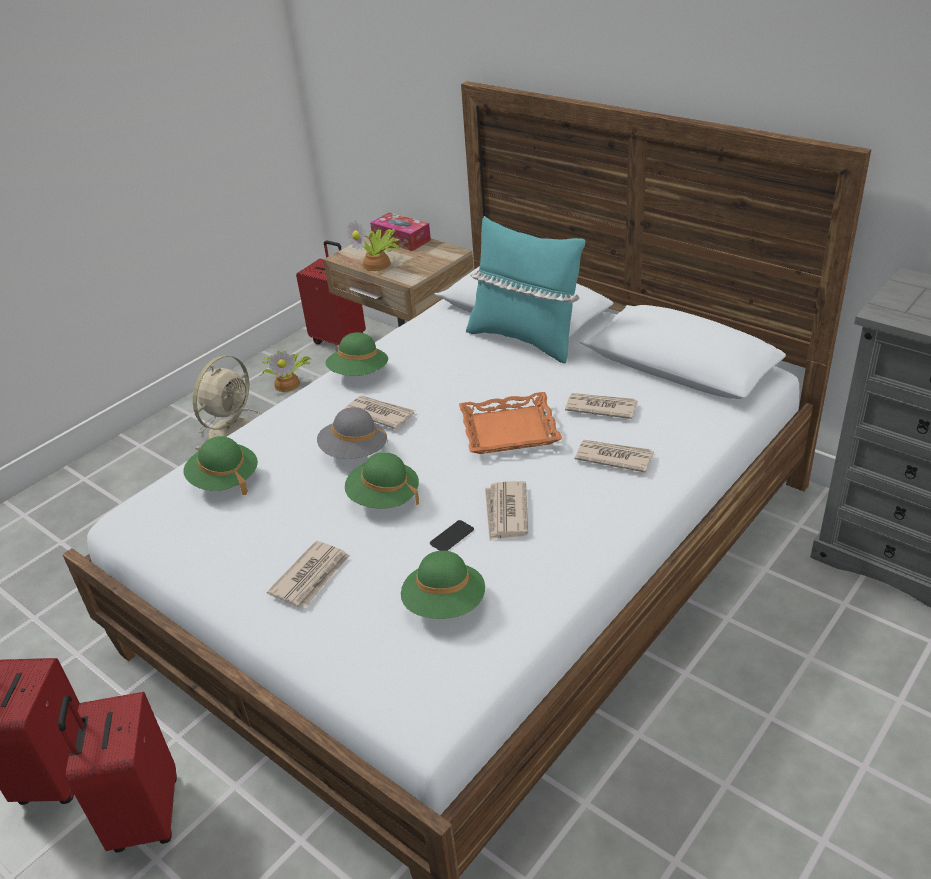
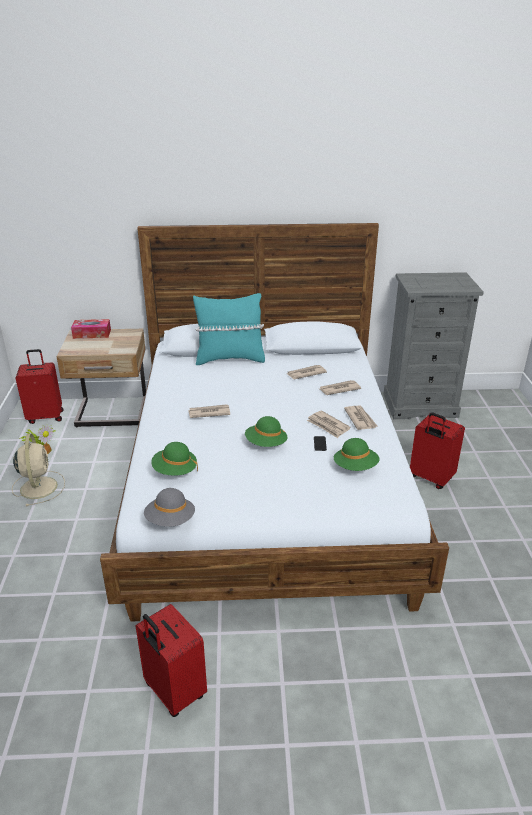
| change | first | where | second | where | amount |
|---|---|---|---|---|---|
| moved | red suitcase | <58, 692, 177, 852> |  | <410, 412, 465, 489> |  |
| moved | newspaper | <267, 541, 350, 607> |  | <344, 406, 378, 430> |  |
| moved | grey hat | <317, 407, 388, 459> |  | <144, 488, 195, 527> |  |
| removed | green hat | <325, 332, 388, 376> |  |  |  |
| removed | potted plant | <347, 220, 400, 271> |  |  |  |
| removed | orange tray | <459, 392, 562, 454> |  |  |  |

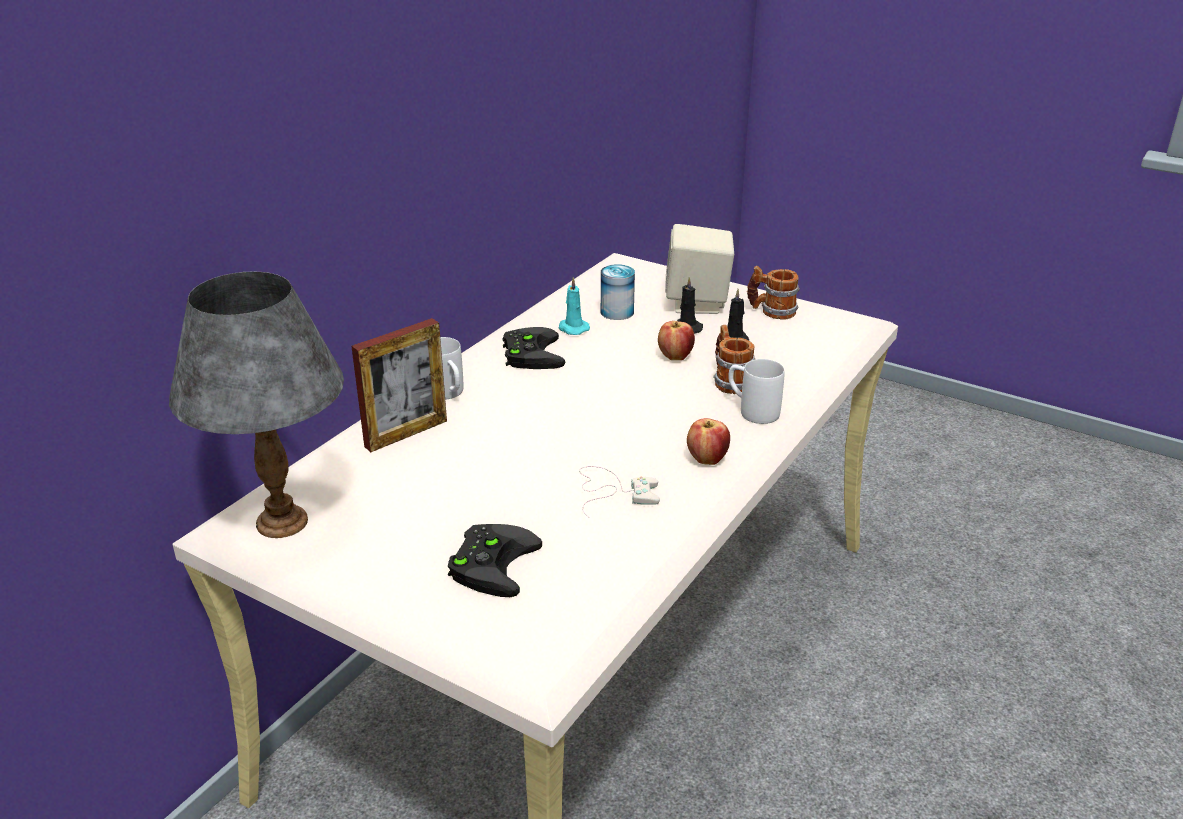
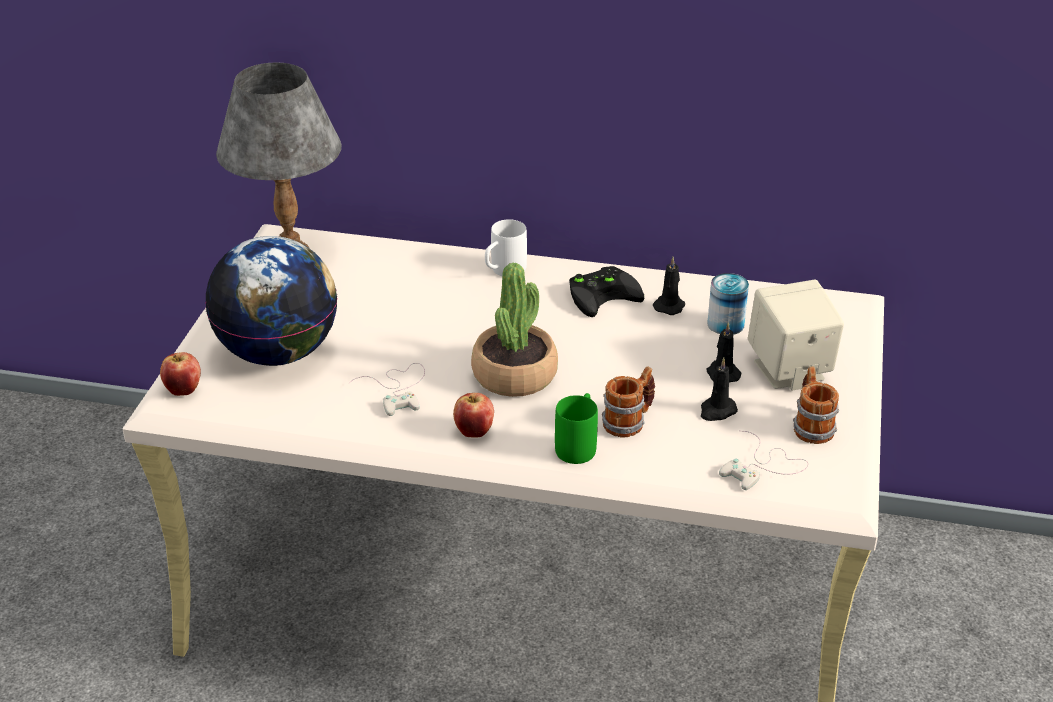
| change | first | where | second | where | amount |
|---|---|---|---|---|---|
| removed | picture frame | <351, 318, 447, 452> |  |  |  |
| replaced | black game controller | <448, 524, 542, 597> | globe | <206, 236, 338, 366> |  |
| recoloured | turquoise candle | <559, 277, 590, 335> | black candle | <653, 257, 685, 315> |  |
| moved | apple | <658, 321, 695, 360> |  | <160, 352, 201, 396> |  |
| recoloured | white mug | <728, 359, 785, 424> | green mug | <555, 393, 598, 464> |  |
| added |  |  | potted plant | <471, 263, 558, 397> |  |
| added |  |  | white game controller | <719, 431, 808, 490> |  |

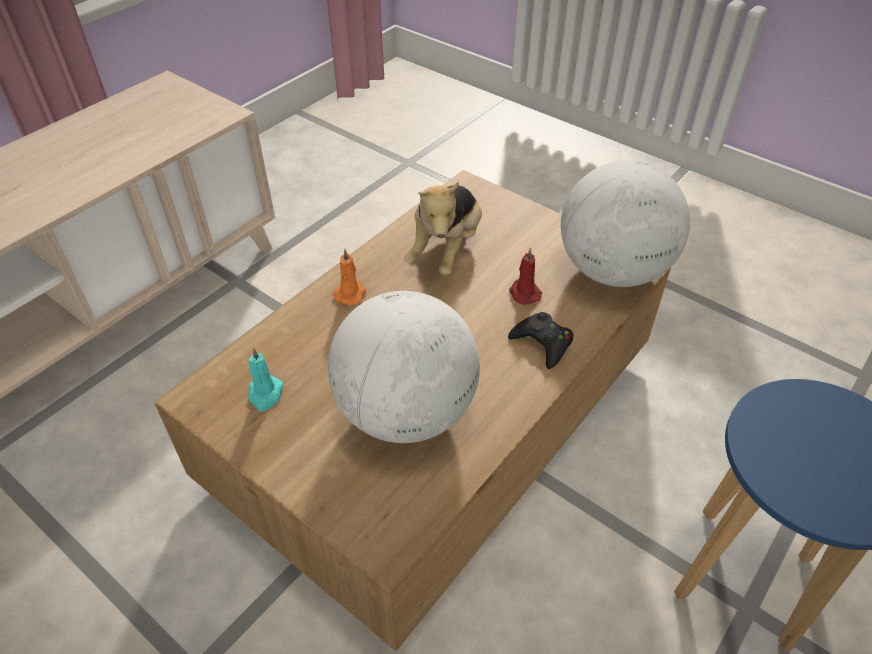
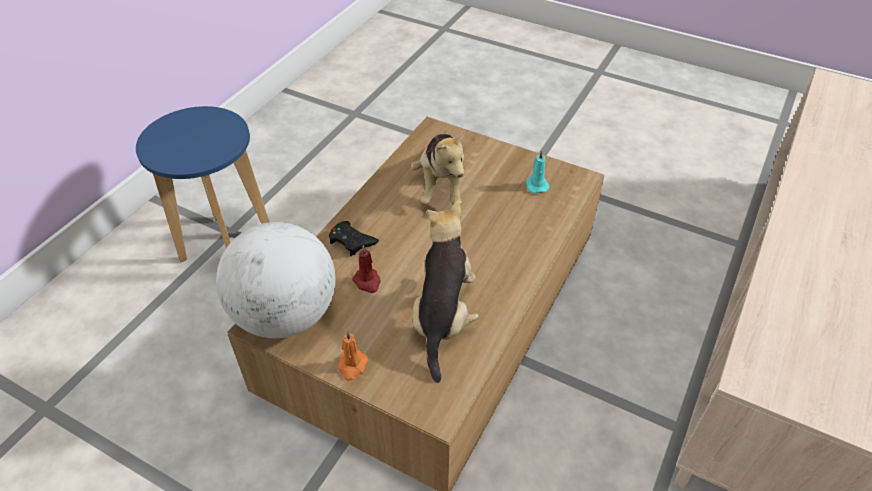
| change | first | where | second | where | amount |
|---|---|---|---|---|---|
| replaced | globe | <328, 291, 480, 443> | plush toy | <411, 132, 465, 205> |  |
| moved | orange candle | <333, 249, 366, 305> |  | <338, 330, 368, 381> |  |

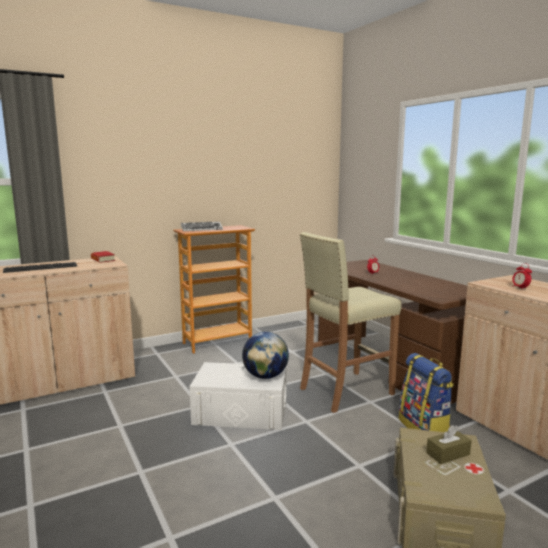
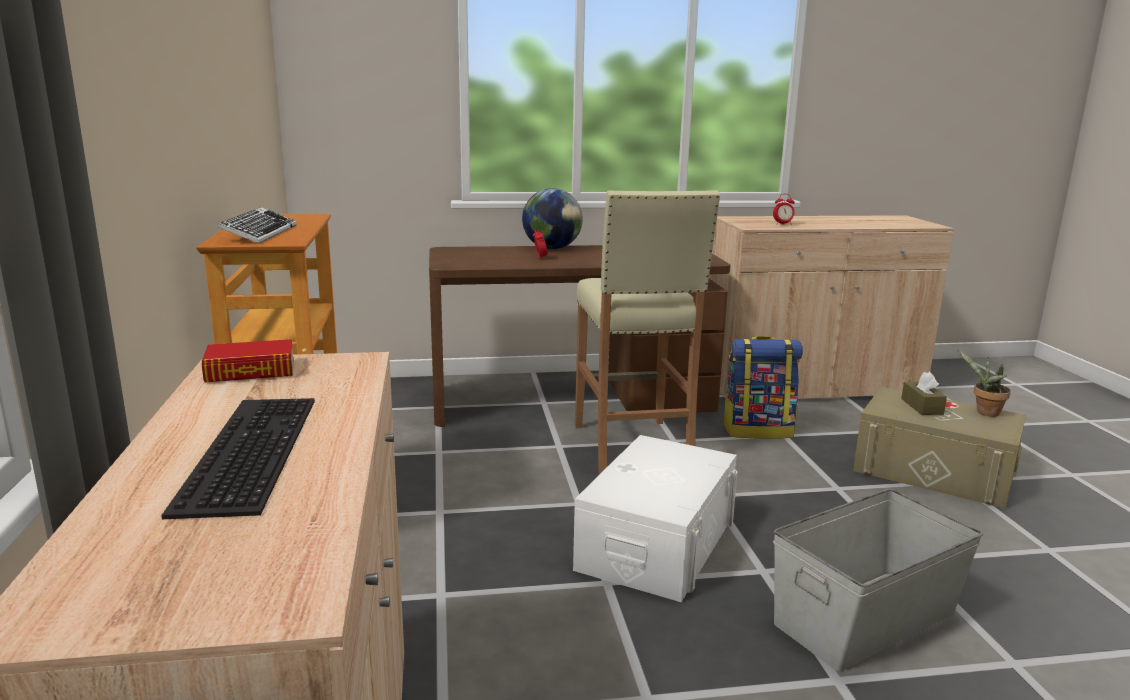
| change | first | where | second | where | amount |
|---|---|---|---|---|---|
| moved | globe | <242, 332, 289, 379> |  | <522, 188, 583, 249> |  |
| added |  |  | grey storage box | <773, 489, 983, 672> |  |
| added |  |  | potted plant | <957, 350, 1011, 417> |  |

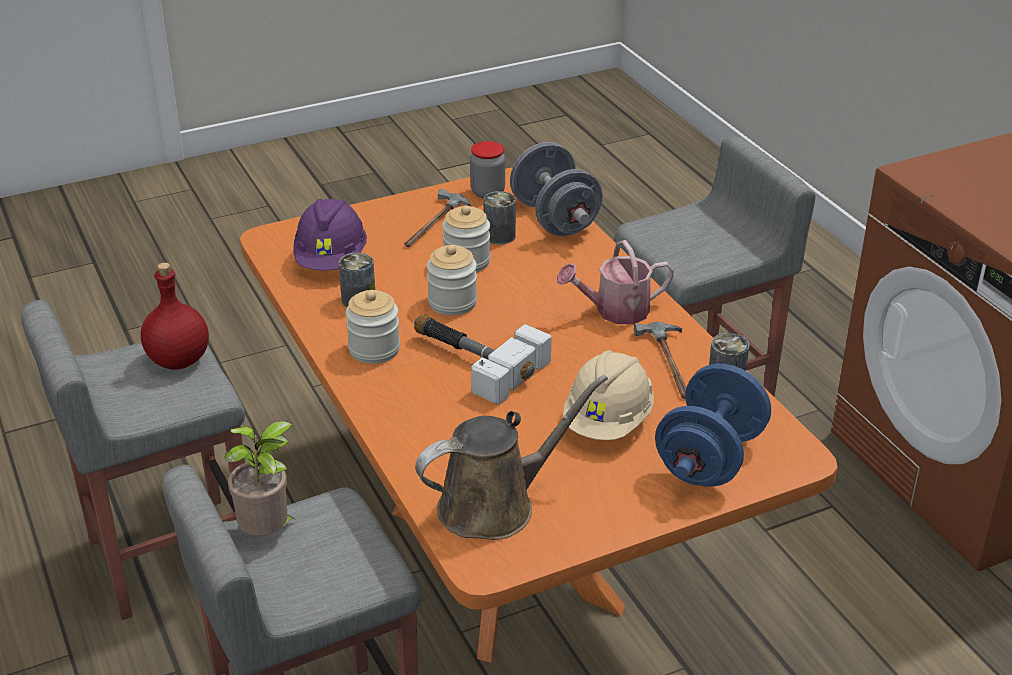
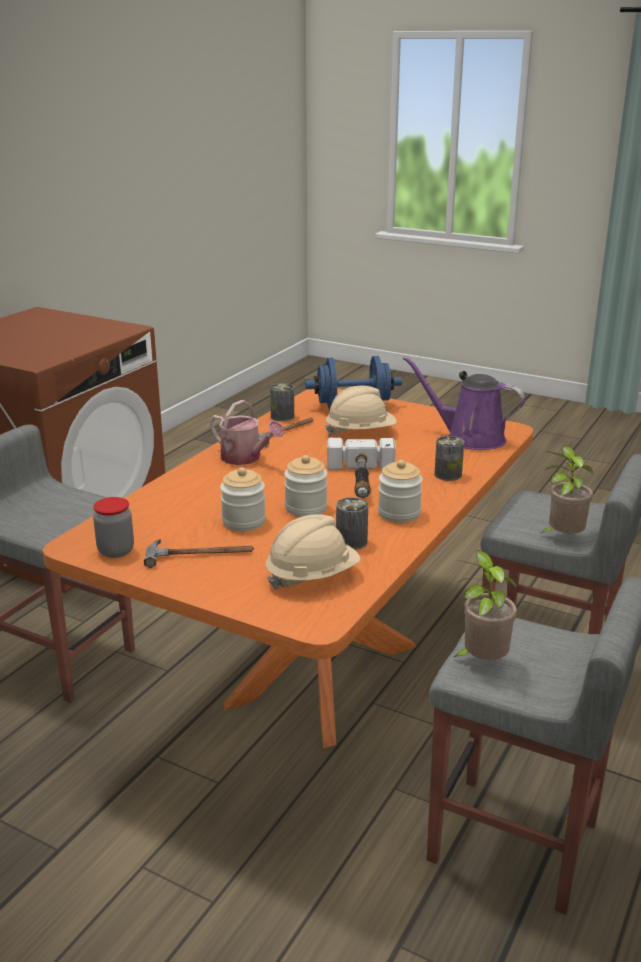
| change | first | where | second | where | amount |
|---|---|---|---|---|---|
| replaced | red bottle | <141, 263, 209, 370> | potted plant | <452, 550, 517, 660> |  |
| recoloured | purple hard hat | <293, 198, 367, 270> | beige hard hat | <266, 514, 361, 590> |  |
| recoloured | brown watering can | <415, 375, 608, 540> | purple watering can | <403, 357, 525, 450> |  |
| moved | can | <483, 191, 516, 245> |  | <434, 436, 464, 481> |  |
| removed | grey dumbbell | <510, 142, 603, 236> |  |  |  |

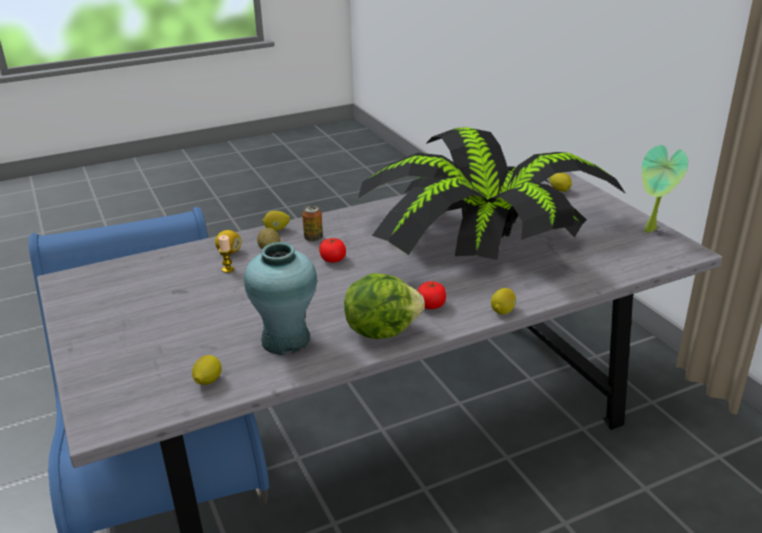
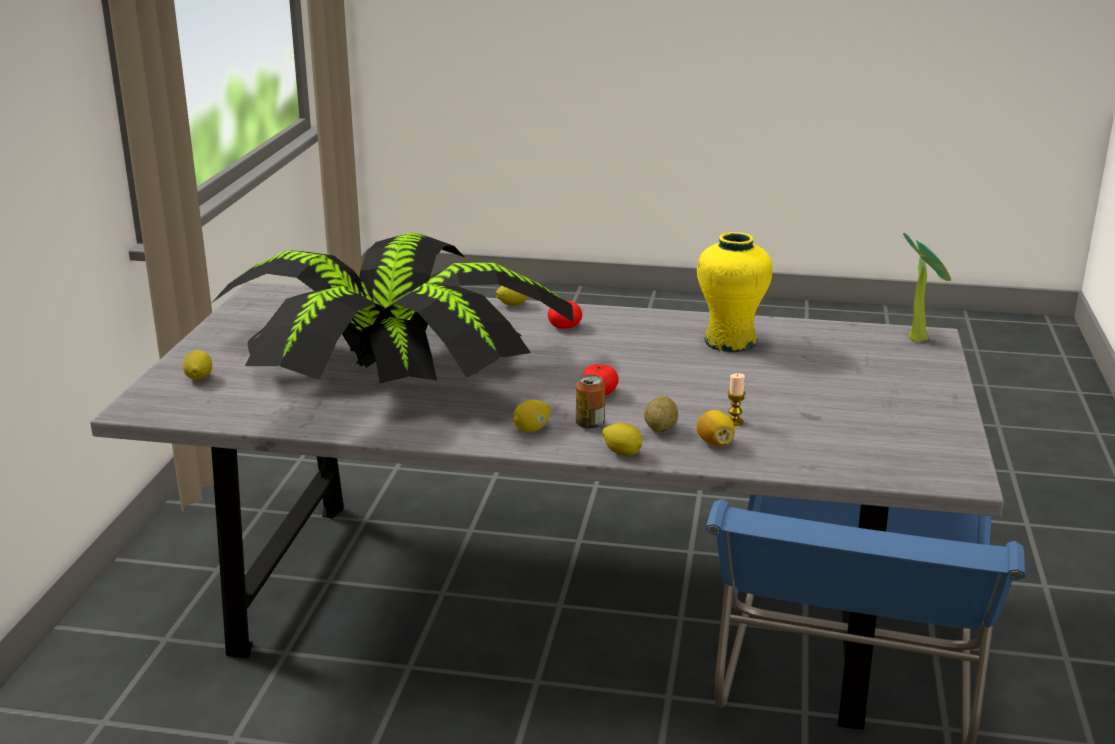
| change | first | where | second | where | amount |
|---|---|---|---|---|---|
| moved | lemon | <192, 355, 222, 385> |  | <513, 400, 551, 432> |  |
| recoloured | turquoise vase | <244, 242, 317, 355> | yellow vase | <697, 232, 772, 352> |  |
| removed | lettuce | <344, 273, 425, 339> |  |  |  |
| moved | potted plant | <642, 145, 688, 233> |  | <903, 233, 951, 342> |  |

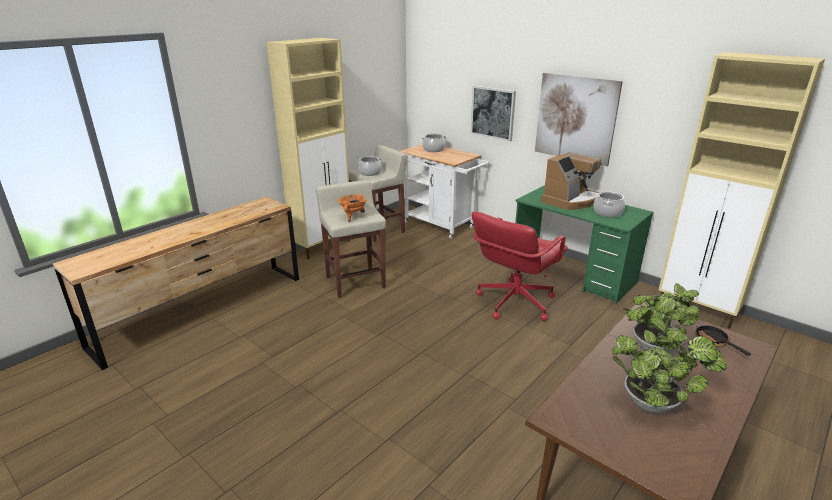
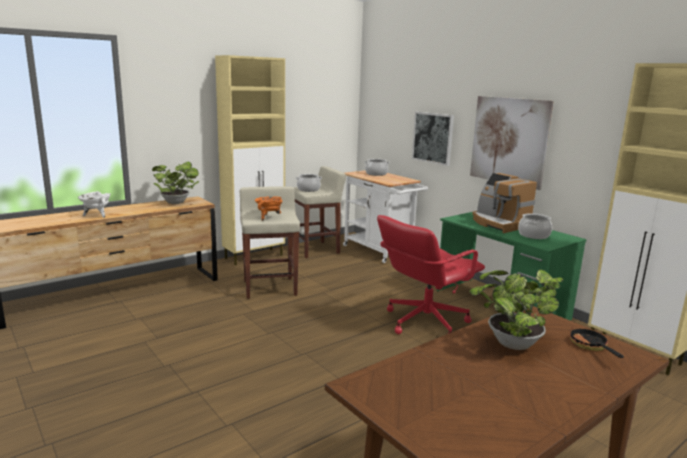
| change | first | where | second | where | amount |
|---|---|---|---|---|---|
| turned | coffee machine | <541, 152, 601, 210> |  | <472, 173, 537, 233> | 90 degrees clockwise |
| moved | potted plant | <612, 330, 727, 414> |  | <152, 162, 199, 204> |  |
| added |  |  | white cooking pot | <78, 191, 111, 218> |  |

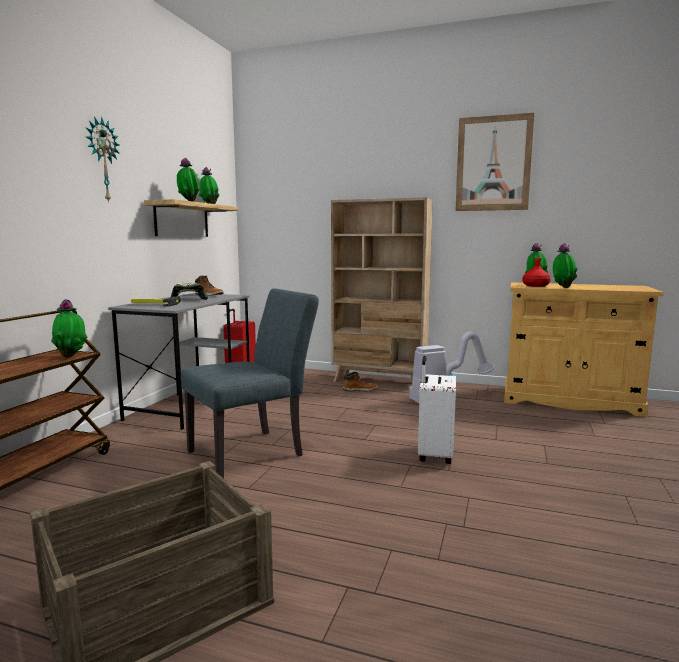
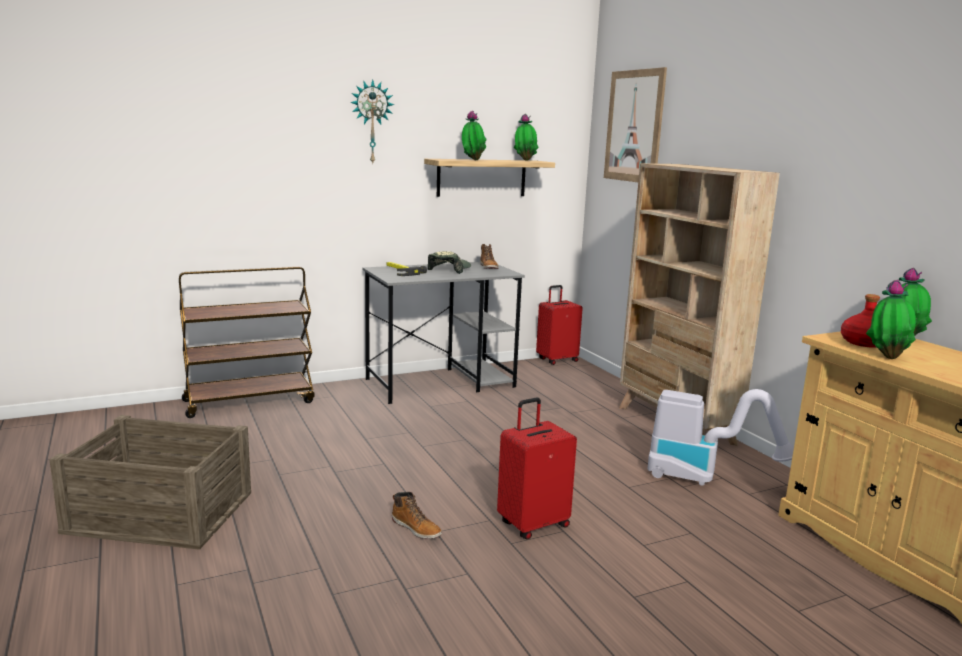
| change | first | where | second | where | amount |
|---|---|---|---|---|---|
| removed | potted plant | <51, 299, 87, 358> |  |  |  |
| removed | grey chair | <181, 288, 319, 478> |  |  |  |
| moved | boot | <343, 372, 378, 391> |  | <392, 492, 442, 539> |  |
| recoloured | white suitcase | <418, 356, 456, 464> | red suitcase | <497, 397, 577, 540> |  |
| moved | picture | <455, 113, 534, 211> |  | <604, 67, 667, 182> |  |

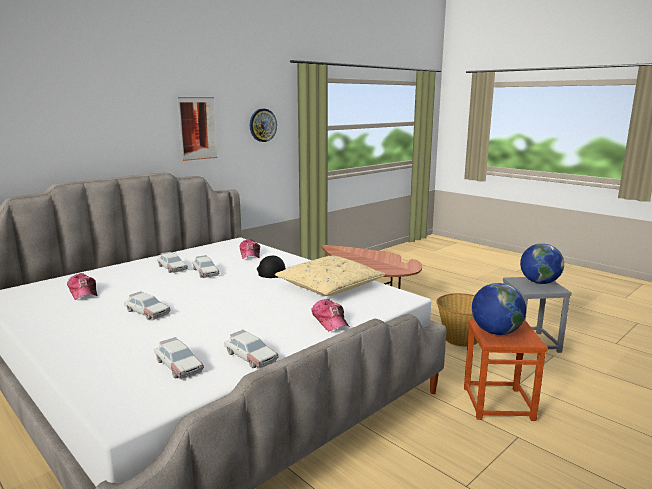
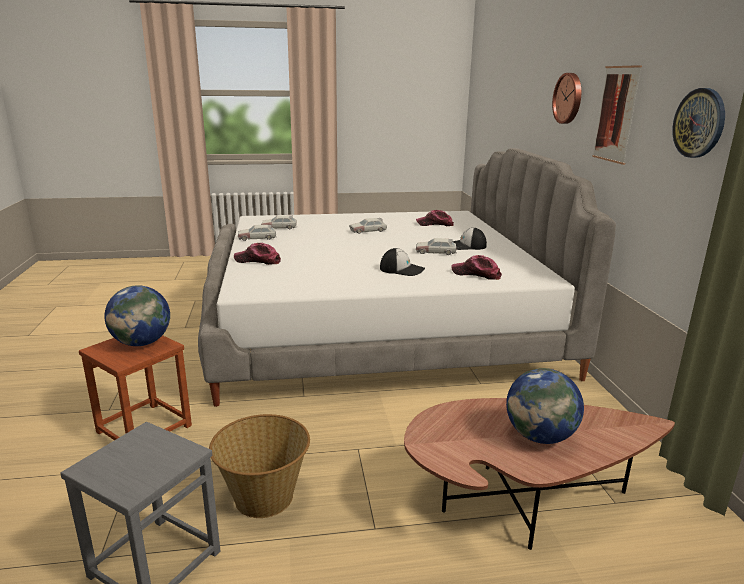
| change | first | where | second | where | amount |
|---|---|---|---|---|---|
| replaced | toy car | <157, 252, 188, 273> | cap | <453, 228, 487, 250> |  |
| removed | beige pillow | <275, 256, 386, 296> |  |  |  |
| moved | globe | <520, 243, 564, 284> |  | <506, 368, 584, 444> |  |
| added |  |  | wall clock | <552, 73, 581, 124> |  |

